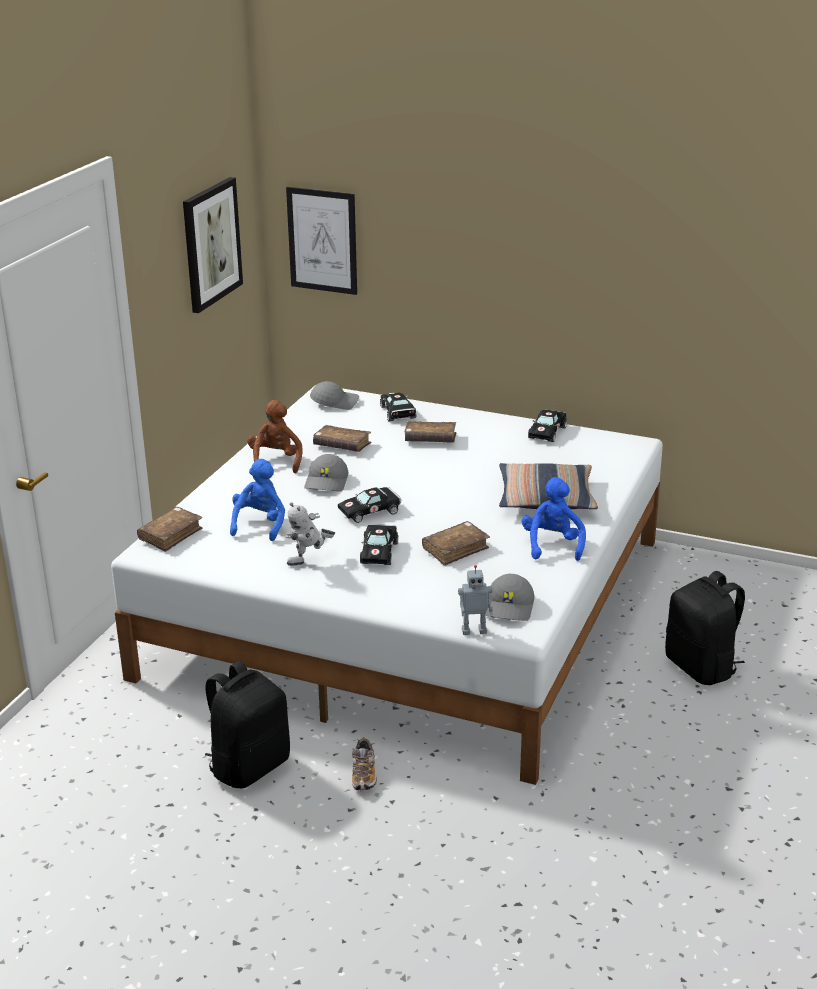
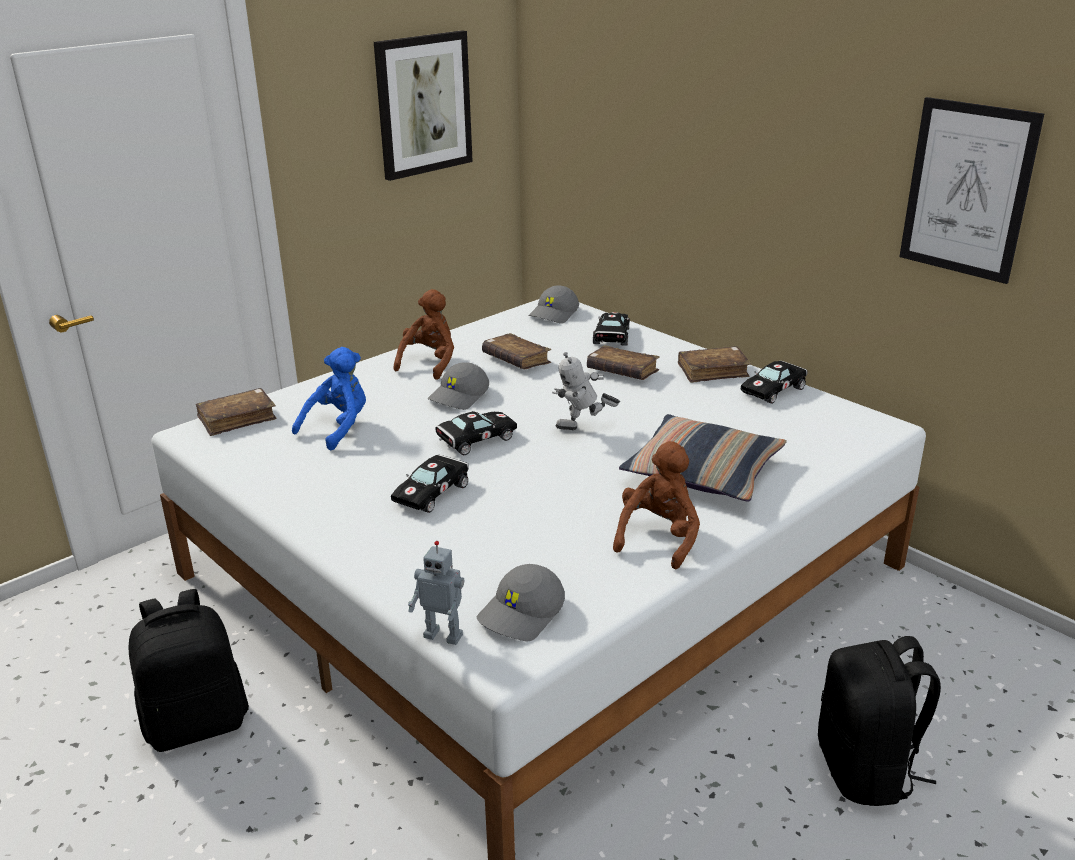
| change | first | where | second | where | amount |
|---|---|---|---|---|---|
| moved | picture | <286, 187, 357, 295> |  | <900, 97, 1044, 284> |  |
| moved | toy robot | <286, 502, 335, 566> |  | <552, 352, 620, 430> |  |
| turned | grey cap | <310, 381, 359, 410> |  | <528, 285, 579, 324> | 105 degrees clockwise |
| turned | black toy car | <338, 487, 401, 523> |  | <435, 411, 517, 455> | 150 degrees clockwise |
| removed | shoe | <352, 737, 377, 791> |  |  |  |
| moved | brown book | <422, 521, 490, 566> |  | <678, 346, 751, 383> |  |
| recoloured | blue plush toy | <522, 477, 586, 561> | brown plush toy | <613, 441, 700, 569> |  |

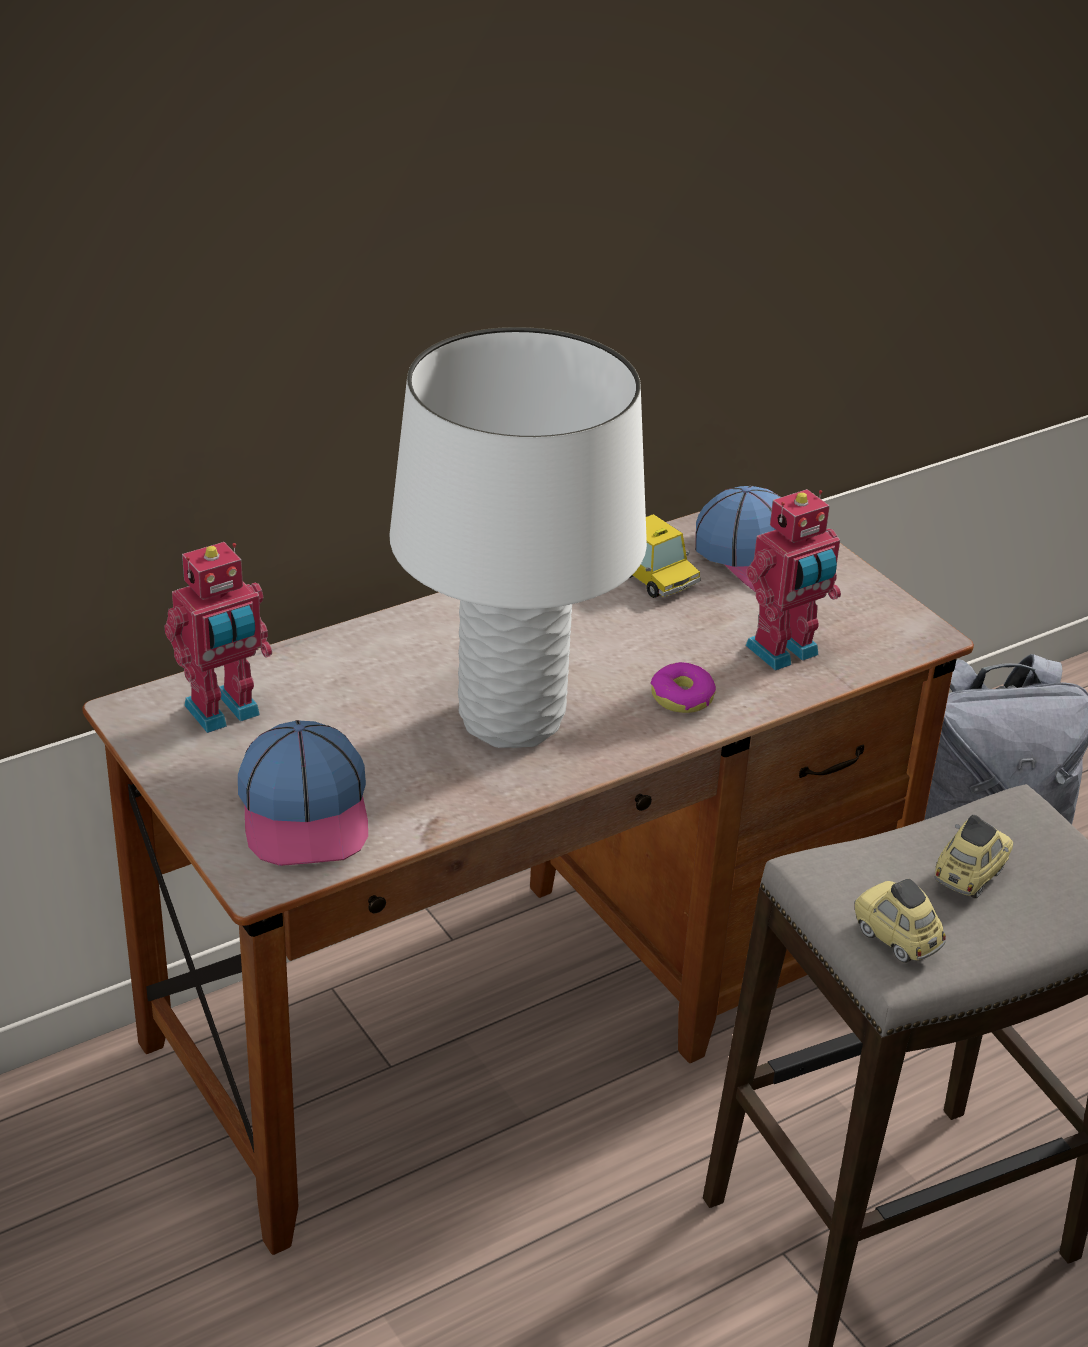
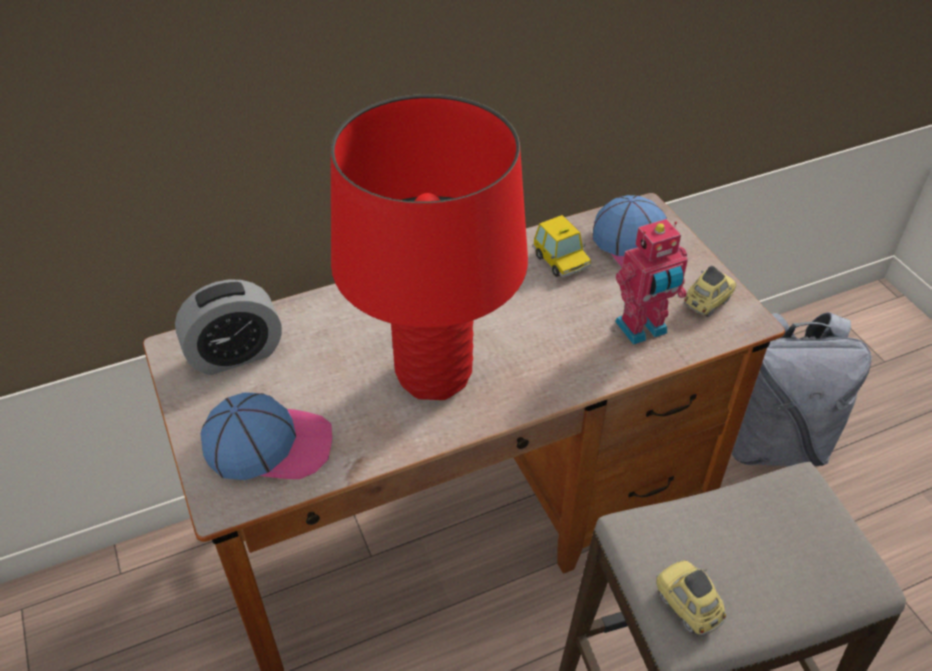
| change | first | where | second | where | amount |
|---|---|---|---|---|---|
| replaced | toy robot | <164, 542, 272, 733> | alarm clock | <175, 279, 282, 375> |  |
| turned | cap | <238, 720, 368, 866> |  | <201, 392, 332, 480> | 90 degrees counterclockwise |
| recoloured | white table lamp | <390, 327, 647, 748> | red table lamp | <331, 94, 528, 400> |  |
| removed | donut | <651, 662, 716, 713> |  |  |  |
| moved | toy car | <935, 815, 1013, 898> |  | <684, 266, 737, 317> |  |

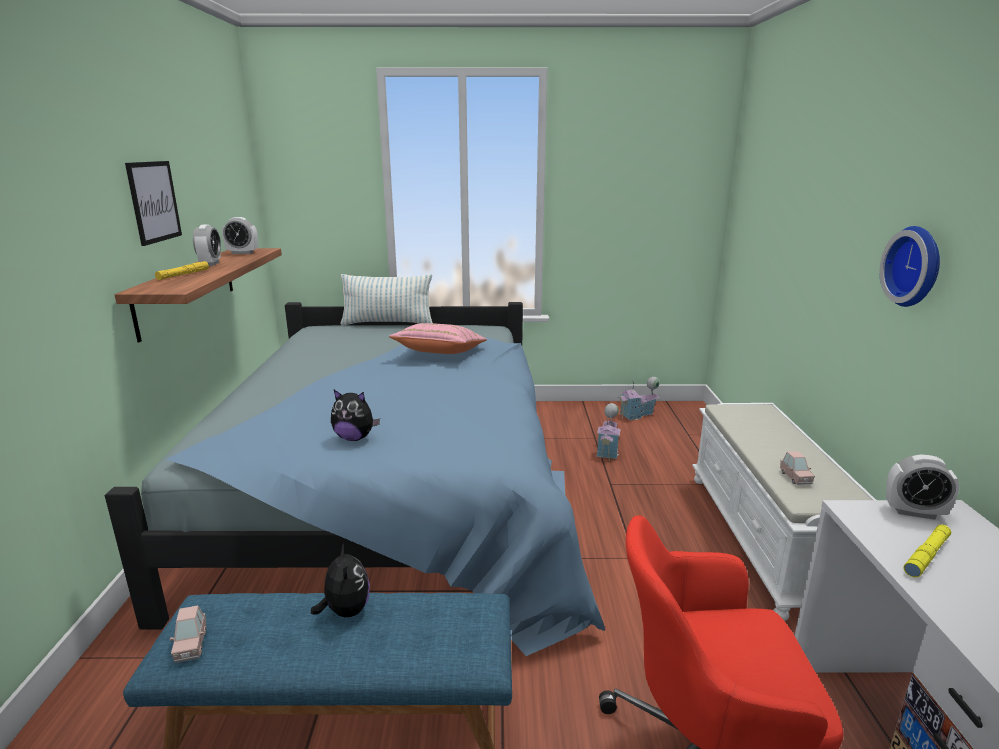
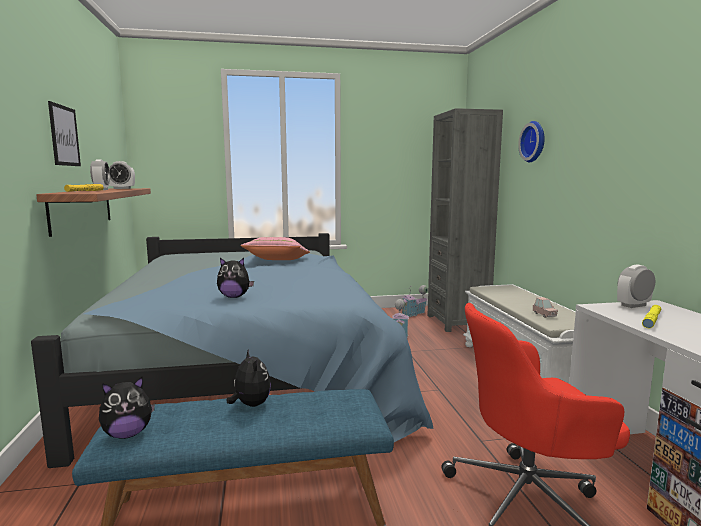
| change | first | where | second | where | amount |
|---|---|---|---|---|---|
| replaced | pink toy car | <170, 605, 207, 663> | plush toy | <99, 377, 155, 439> |  |
| removed | pillow | <340, 274, 433, 325> |  |  |  |
| moved | wall clock | <879, 226, 940, 307> |  | <518, 121, 545, 163> |  |
| turned | alarm clock | <886, 455, 959, 520> |  | <617, 265, 655, 308> | 150 degrees clockwise |
| added |  |  | grey bookcase | <428, 108, 503, 332> |  |

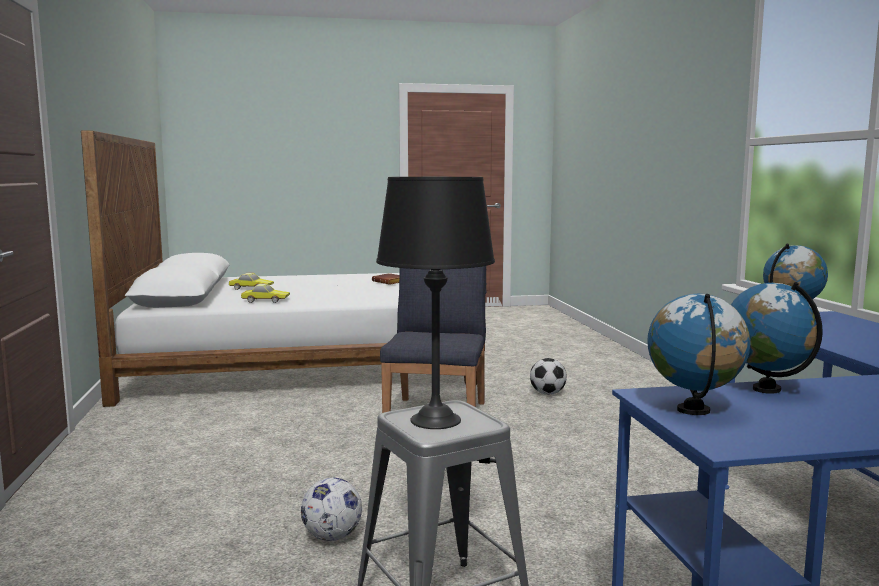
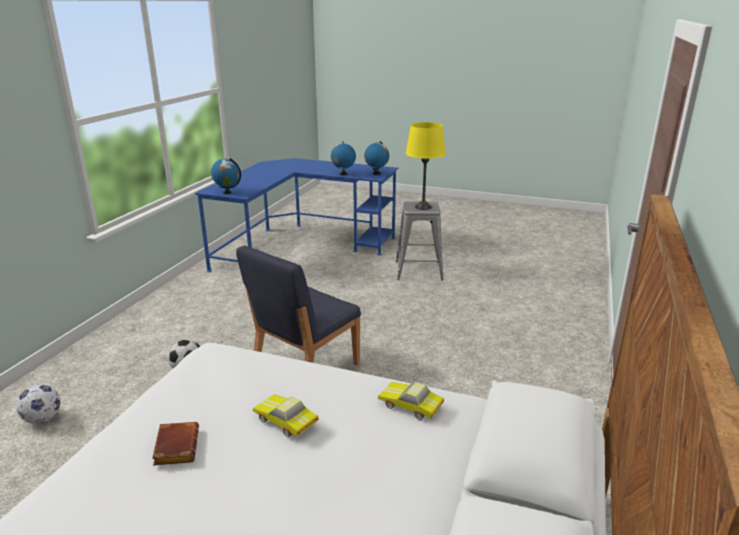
| change | first | where | second | where | amount |
|---|---|---|---|---|---|
| moved | toy car | <229, 273, 274, 290> |  | <253, 394, 319, 437> |  |
| moved | football | <301, 478, 362, 541> |  | <17, 384, 60, 424> |  |
| recoloured | black table lamp | <376, 177, 495, 429> | yellow table lamp | <406, 122, 446, 210> |  |

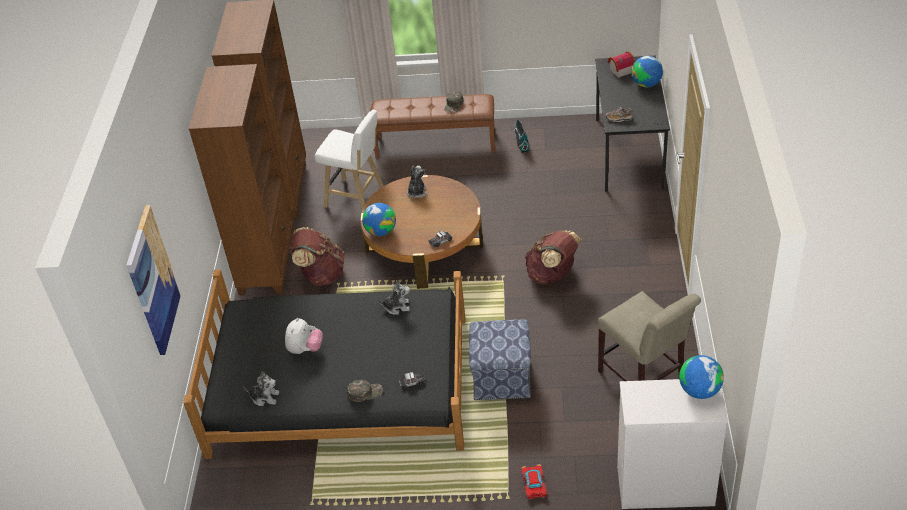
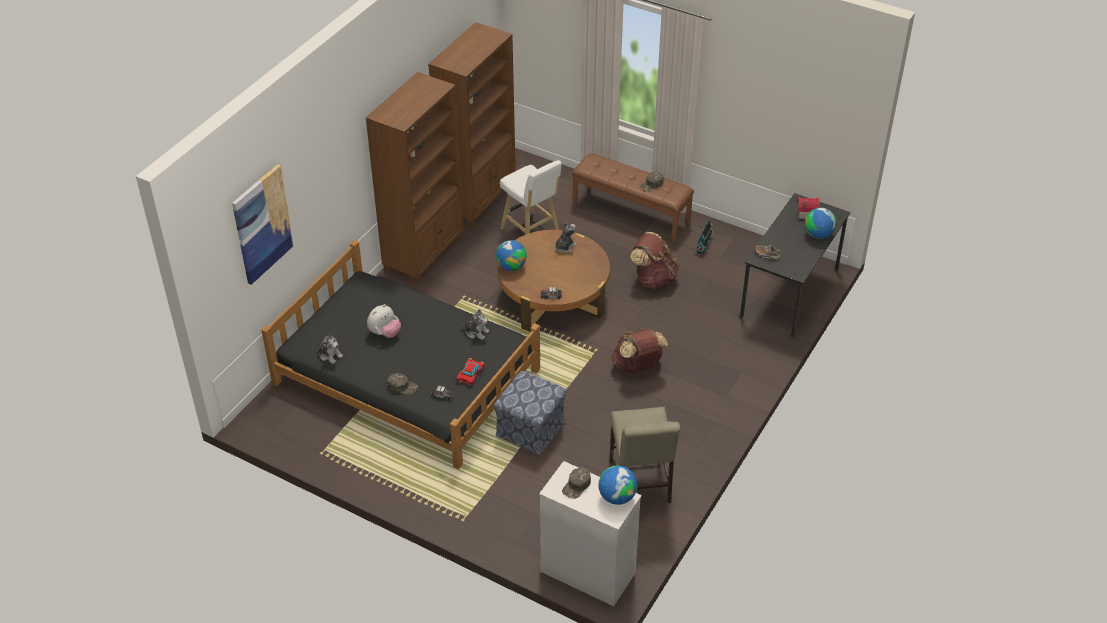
| change | first | where | second | where | amount |
|---|---|---|---|---|---|
| moved | brown backpack | <290, 227, 345, 286> |  | <630, 232, 680, 289> |  |
| moved | toy car | <521, 464, 547, 500> |  | <456, 358, 485, 386> |  |
| added |  |  | green cap | <562, 467, 591, 499> |  |

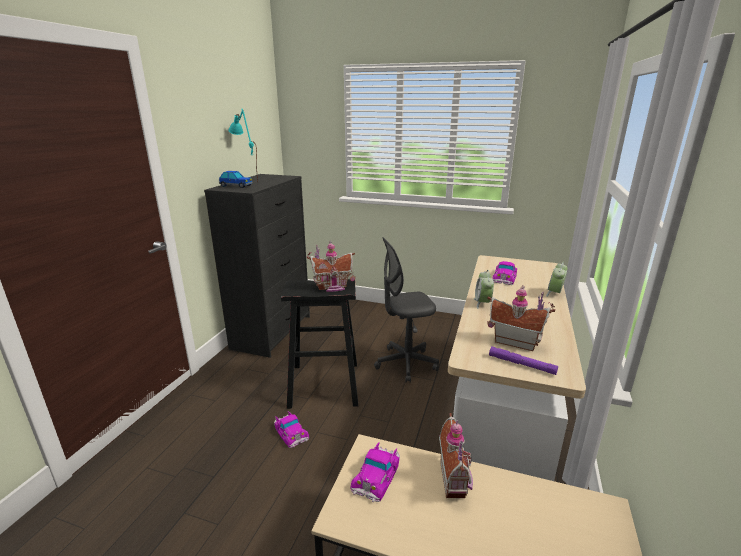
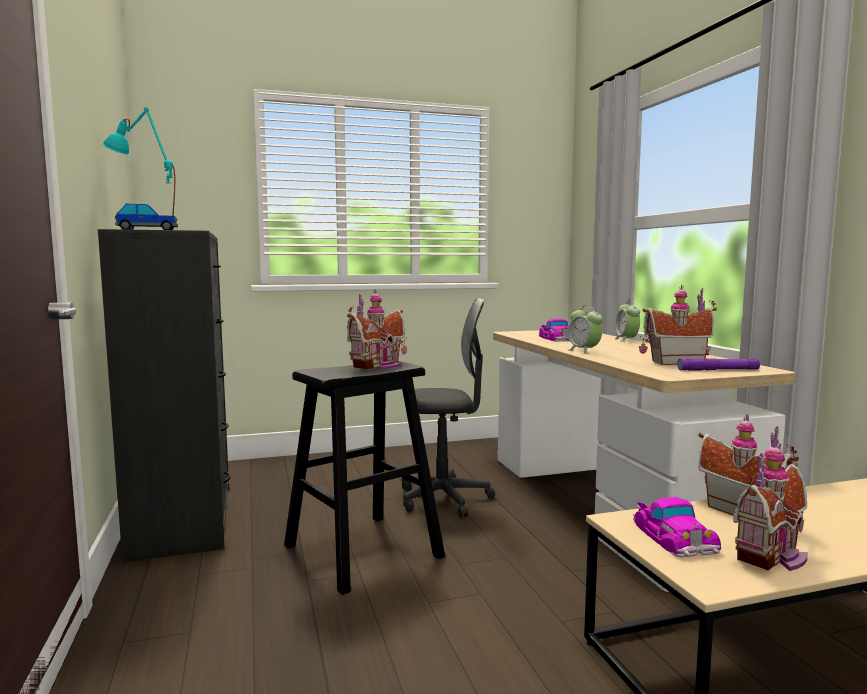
| change | first | where | second | where | amount |
|---|---|---|---|---|---|
| removed | toy car | <274, 411, 309, 448> |  |  |  |
| turned | grey office chair | <374, 237, 439, 383> |  | <402, 298, 495, 518> | 135 degrees counterclockwise |
| added |  |  | toy house | <733, 440, 808, 571> |  |

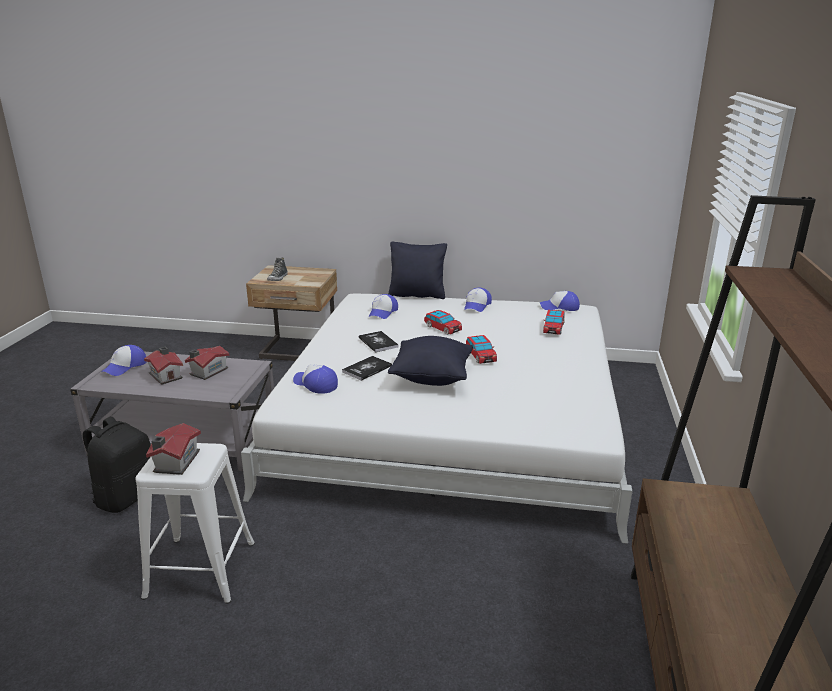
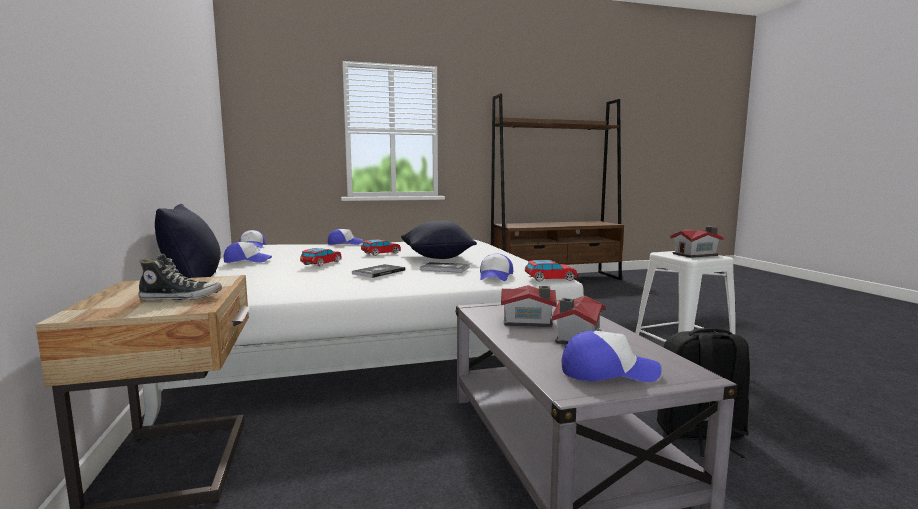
| change | first | where | second | where | amount |
|---|---|---|---|---|---|
| moved | cap | <369, 294, 398, 319> |  | <328, 229, 363, 245> |  |
| moved | toy car | <543, 310, 565, 335> |  | <525, 260, 577, 281> |  |

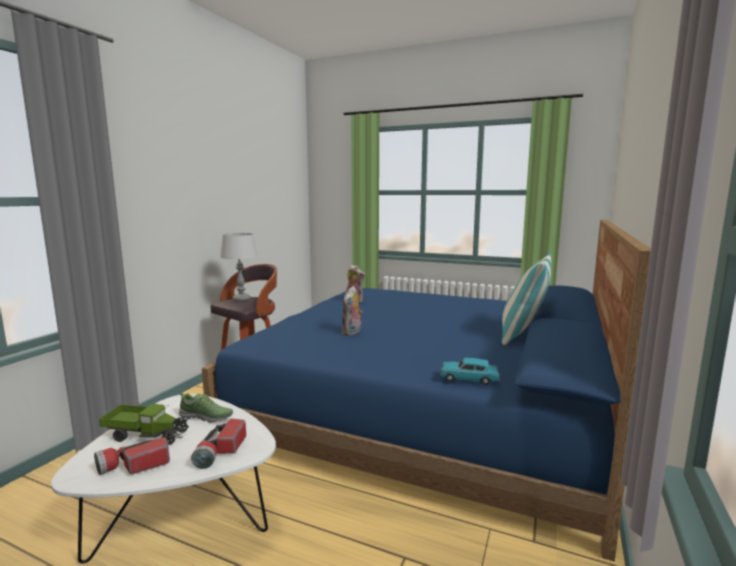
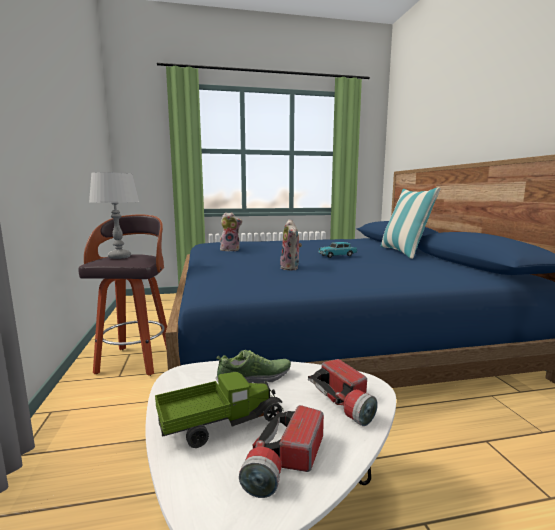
| change | first | where | second | where | amount |
|---|---|---|---|---|---|
| moved | turquoise toy car | <440, 358, 500, 385> |  | <318, 242, 357, 258> |  |

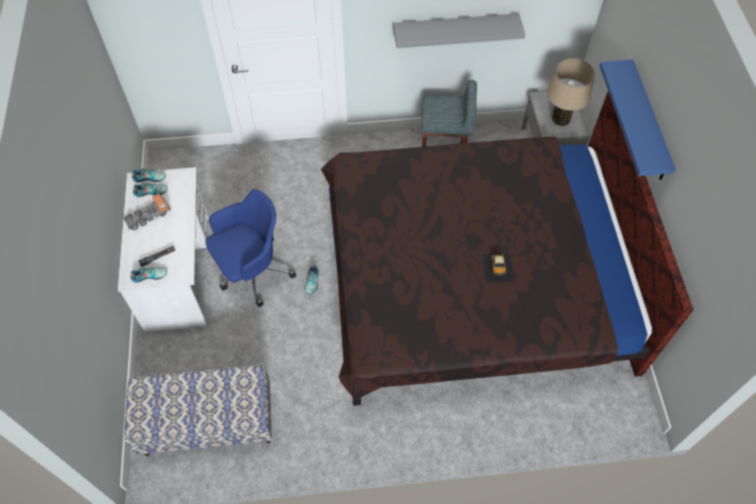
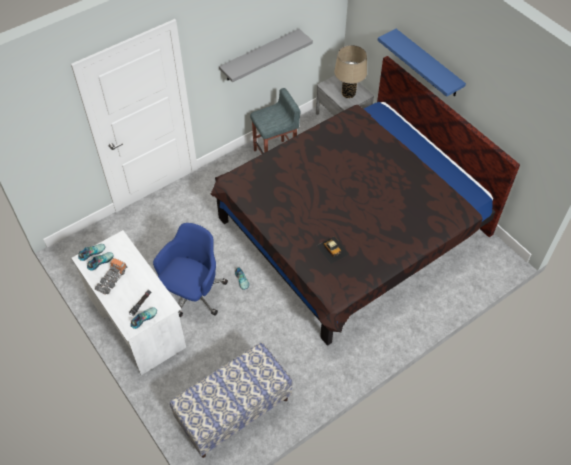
| change | first | where | second | where | amount |
|---|---|---|---|---|---|
| moved | toy car | <482, 252, 515, 282> |  | <316, 236, 349, 264> |  |

